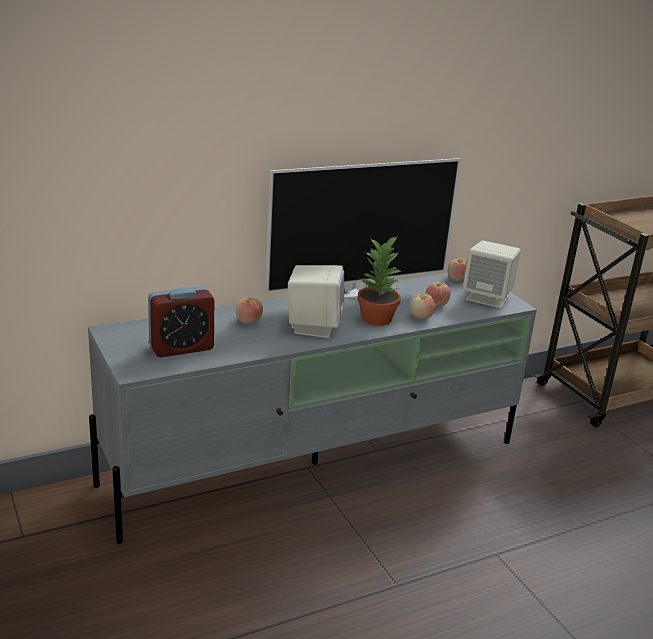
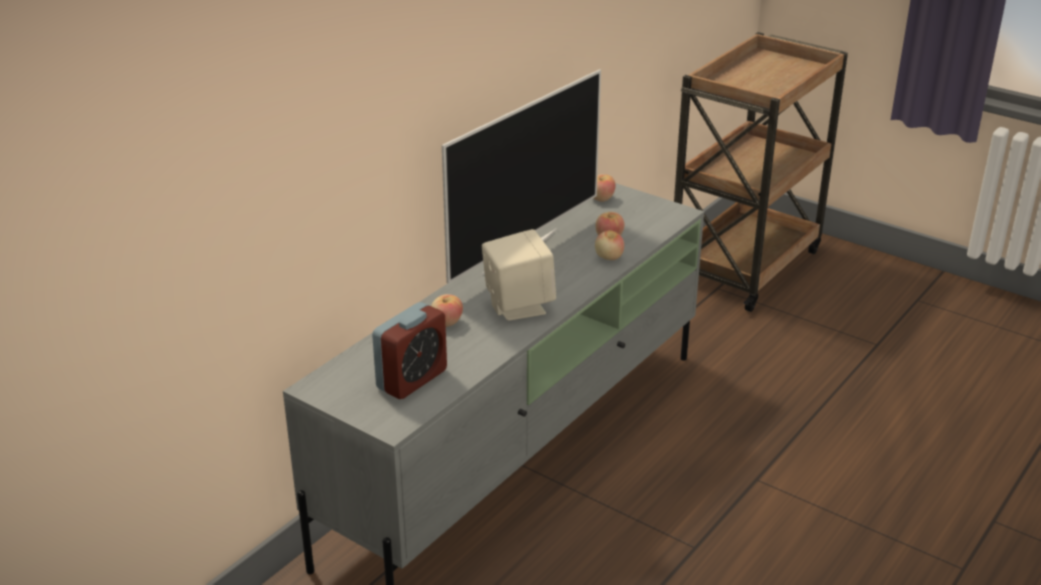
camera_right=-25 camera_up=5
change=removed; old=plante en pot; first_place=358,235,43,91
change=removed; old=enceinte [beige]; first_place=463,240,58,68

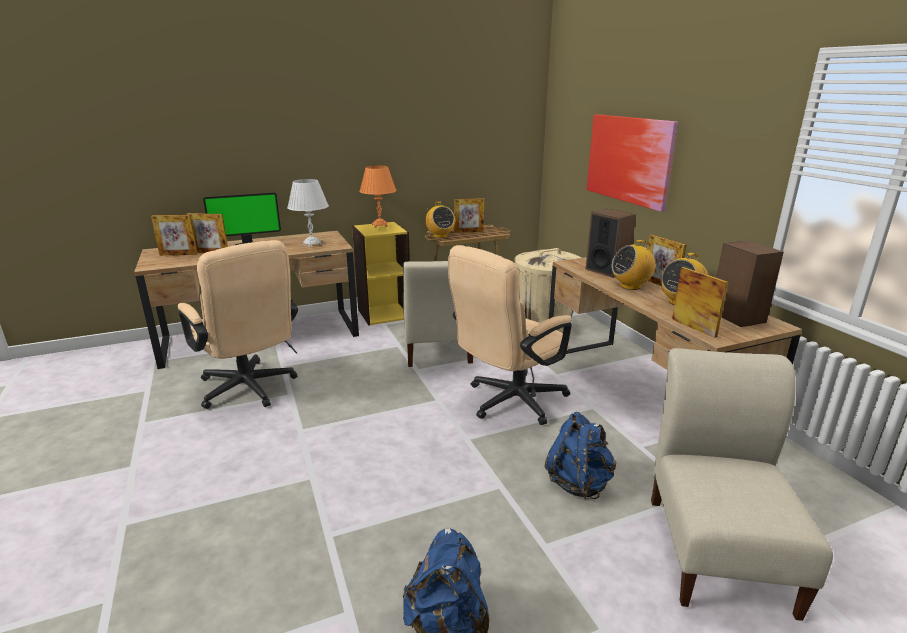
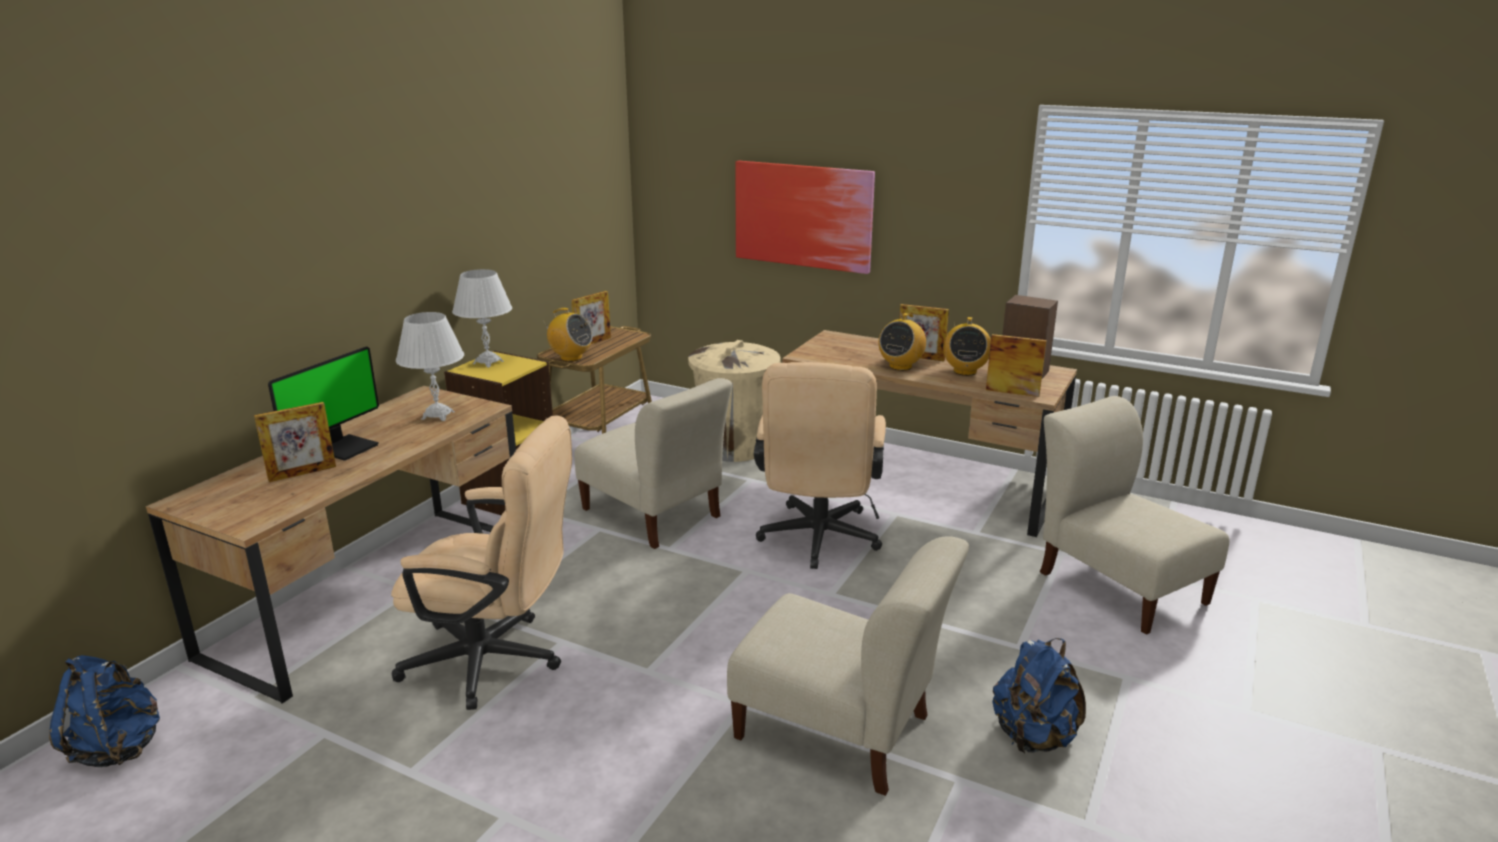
camera_right=-40 camera_up=0
change=moved; old=sac à dos [bleu]; first_place=545,412,71,87; second_place=49,655,111,112
change=recoloured; old=lampe de table [orange]; new=lampe de table [blanc]; first_place=359,166,38,62; second_place=452,269,61,99
change=added; new=chaise [beige]; second_place=727,536,242,260
change=removed; old=cadre photo; first_place=151,215,46,41
change=removed; old=enceinte; first_place=585,209,51,69

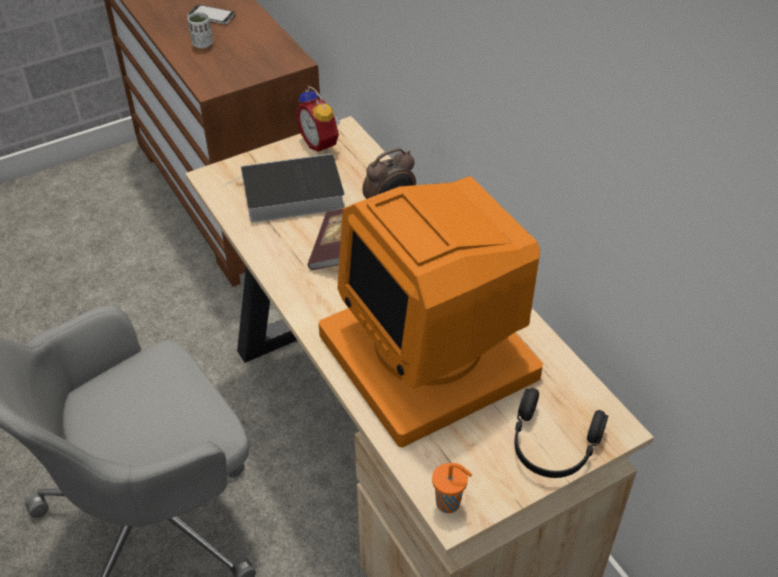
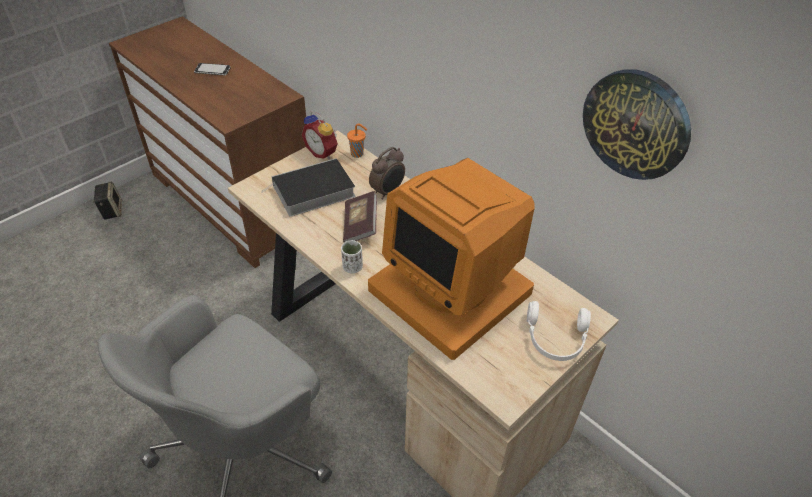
camera_right=-15 camera_up=0
change=added; new=enceinte; second_place=93,182,29,38
change=moved; old=tasse [blanc]; first_place=188,12,25,37; second_place=341,240,22,33
change=moved; old=tasse [orange]; first_place=432,463,40,50; second_place=347,124,20,34
change=recoloured; old=casque audio [noir]; new=casque audio [blanc]; first_place=514,388,94,90; second_place=527,301,64,60
change=added; new=horloge murale; second_place=583,69,108,111

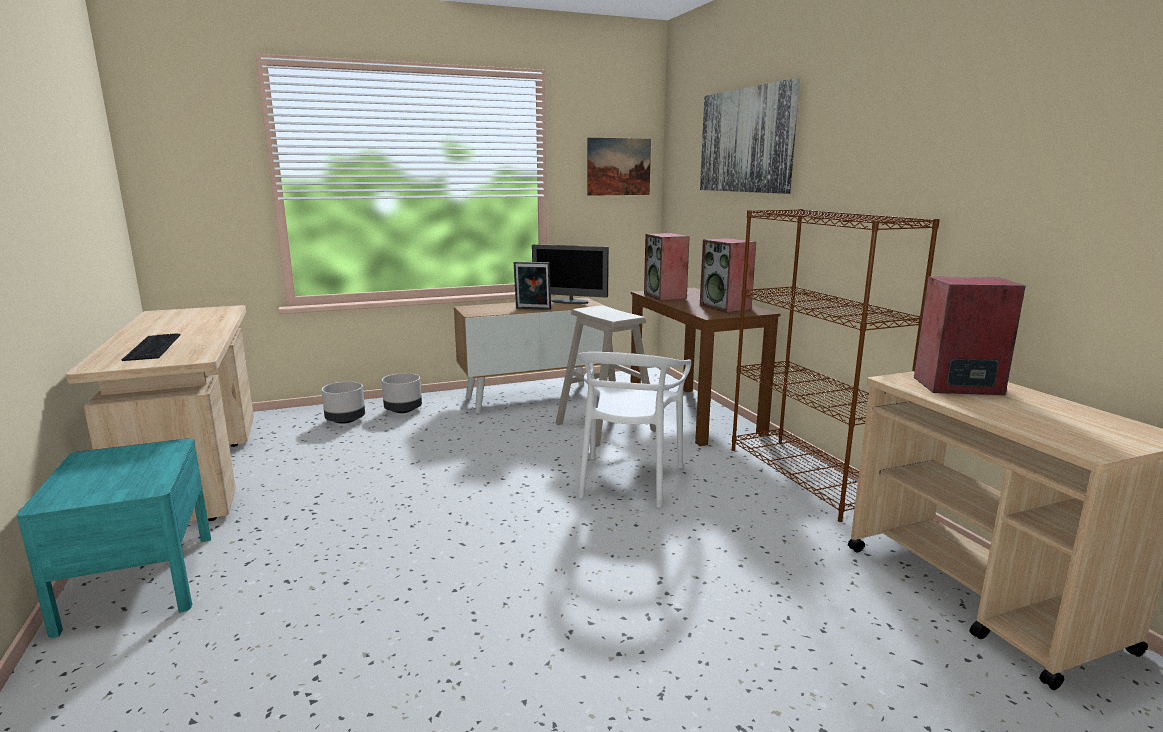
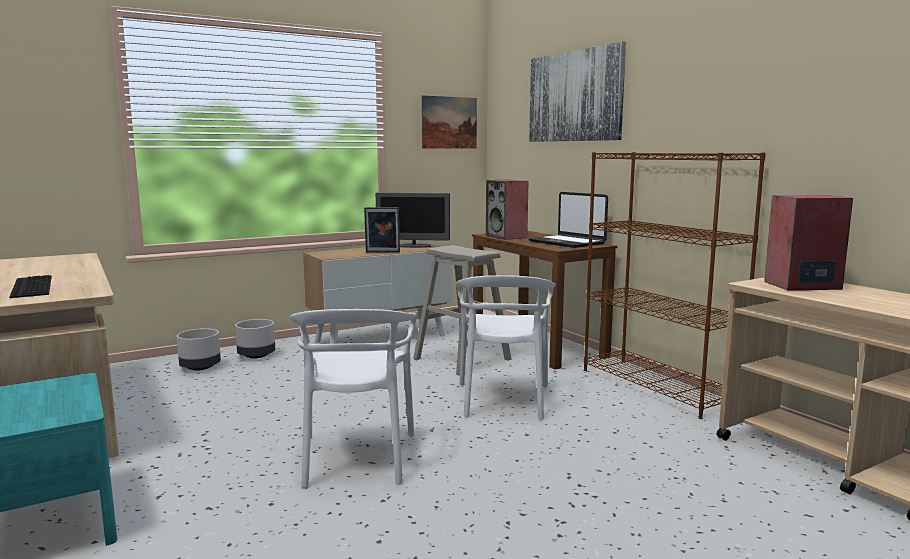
camera_right=-10 camera_up=-5
change=added; new=chaise [blanc]; second_place=290,309,127,179
change=replaced; old=enceinte; new=ordinateur portable; first_place=700,238,56,75; second_place=529,192,79,56

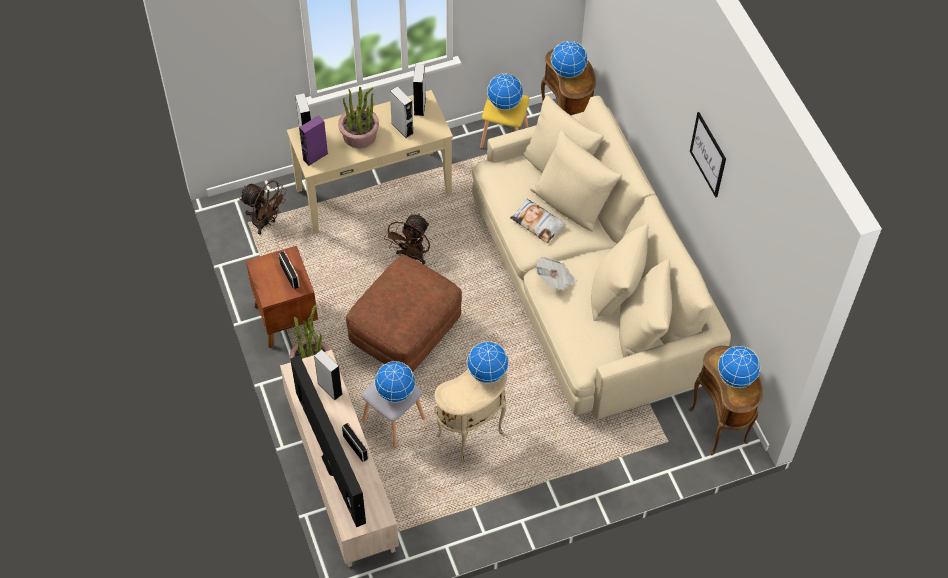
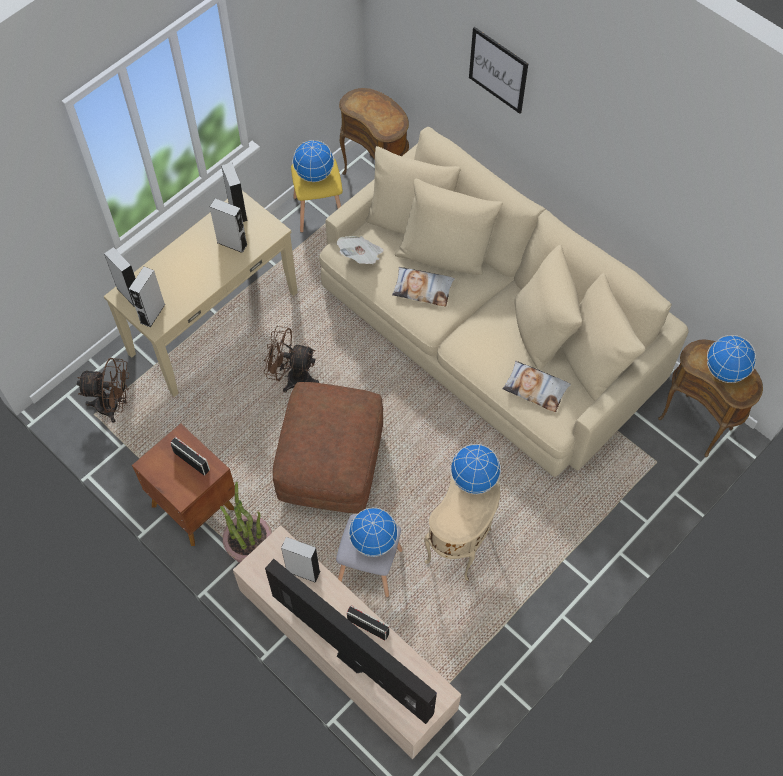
camera_right=-25 camera_up=5
change=recoloured; old=enceinte [violet]; new=enceinte [gris]; first_place=299,115,29,51; second_place=129,266,36,62
change=turned; old=ventilateur [marron]; first_place=384,213,46,51; second_place=264,326,55,67; degrees=105
change=moved; old=journal; first_place=535,257,42,33; second_place=337,236,47,28
change=moved; old=tableau; first_place=690,112,36,85; second_place=469,27,59,87
change=added; new=coussin; second_place=503,361,68,51
change=removed; old=plante en pot; first_place=338,87,41,61
change=removed; old=globe; first_place=551,41,37,37

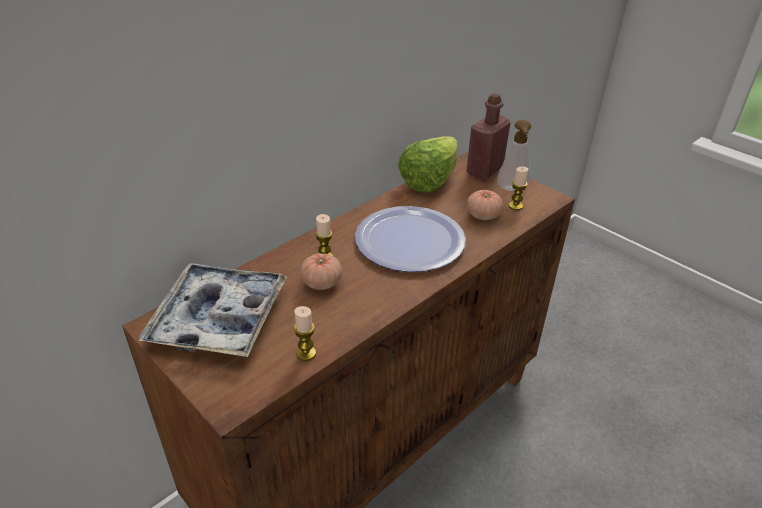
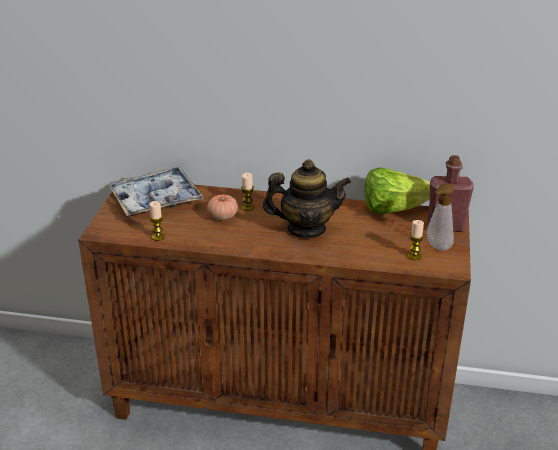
camera_right=55 camera_up=-5
change=replaced; old=assiette; new=théière; first_place=355,206,111,66; second_place=263,159,88,79
change=removed; old=tomate; first_place=467,190,36,30

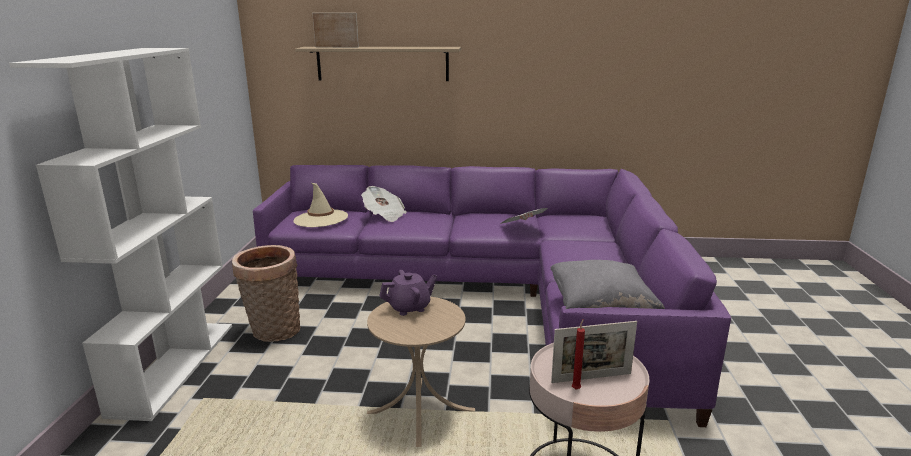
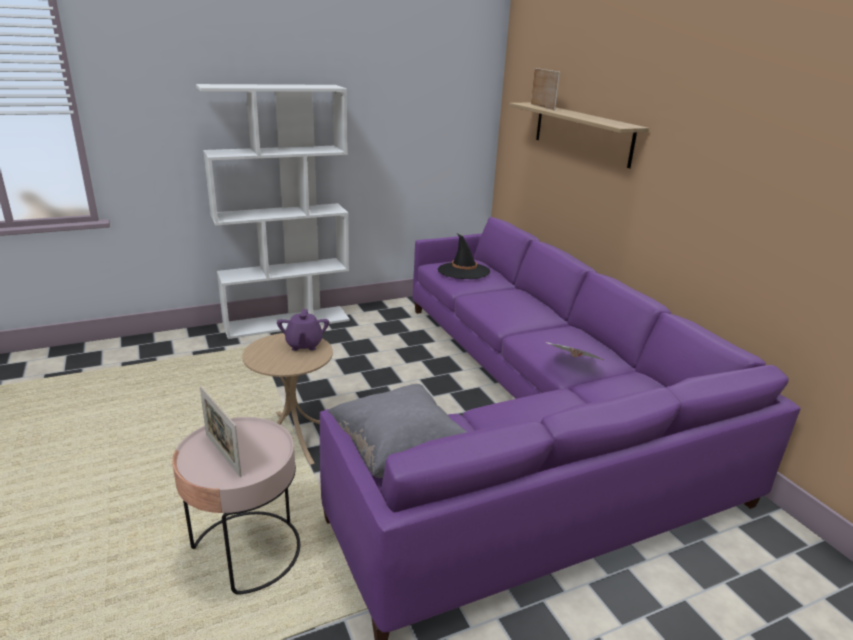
camera_right=60 camera_up=5
change=turned; old=théière [violet]; first_place=379,270,58,46; second_place=277,309,52,42; degrees=45
change=recoloured; old=chapeau [beige]; new=chapeau [noir]; first_place=293,183,55,44; second_place=438,233,52,46
change=removed; old=panier; first_place=232,245,69,97
change=removed; old=journal; first_place=361,186,46,36
change=removed; old=bougie [rouge]; first_place=572,319,13,71

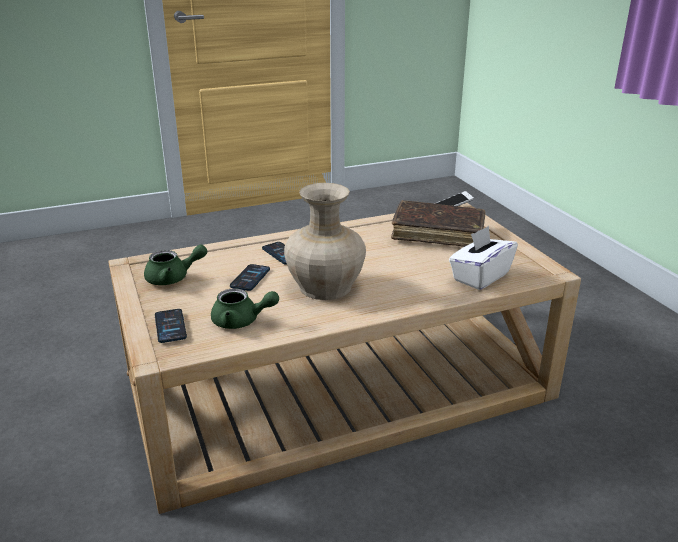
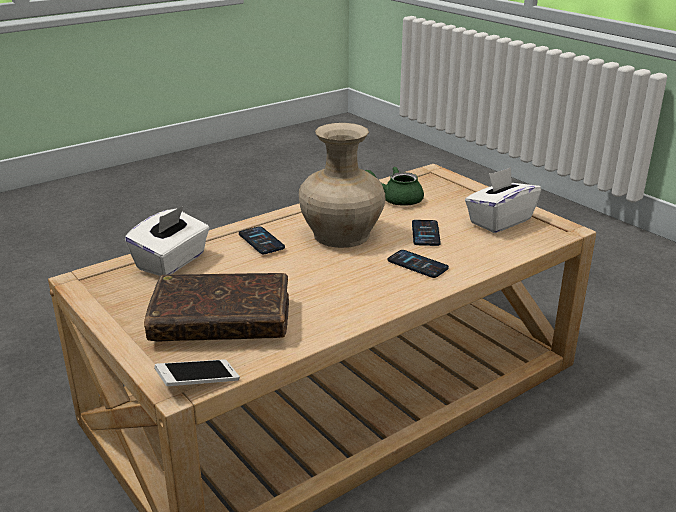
camera_right=165 camera_up=0
change=moved; old=téléphone; first_place=155,309,32,34; second_place=239,226,46,28
change=replaced; old=théière [vert]; new=boîte à mouchoirs [blanc]; first_place=144,244,64,41; second_place=465,167,76,66

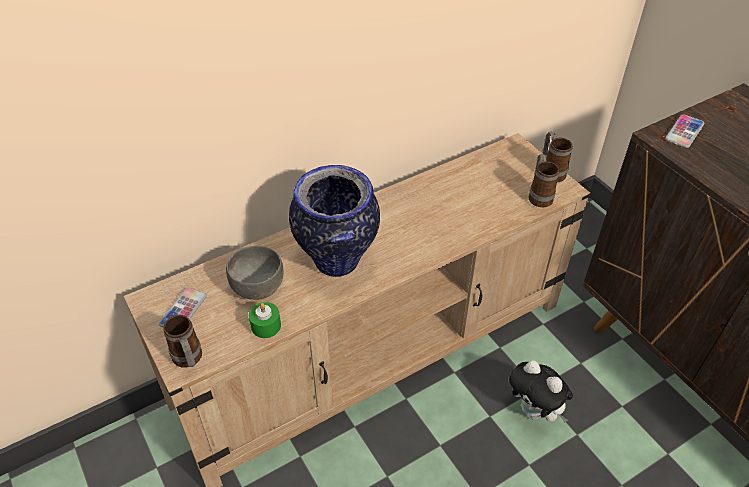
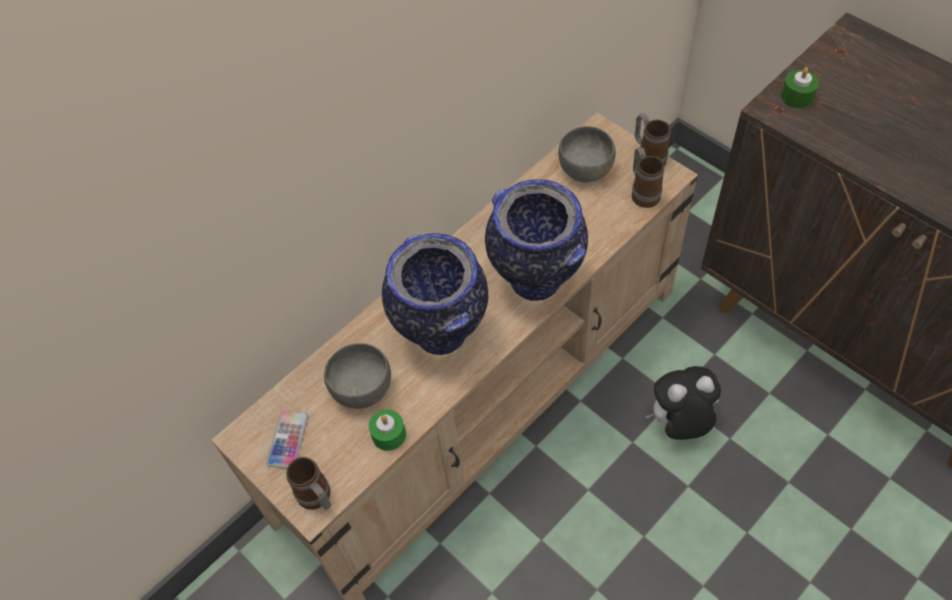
camera_right=-10 camera_up=10
change=added; new=vase; second_place=485,179,103,122
change=added; new=bol [gris]; second_place=558,126,58,56
change=turned; old=peluche; first_place=509,360,64,63; second_place=645,366,76,74; degrees=135
change=replaced; old=téléphone; new=bougie [vert]; first_place=665,114,39,34; second_place=781,67,38,41

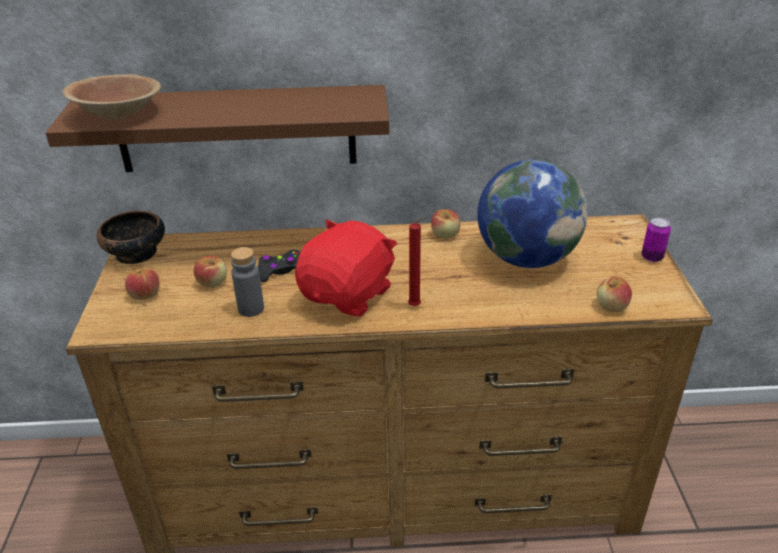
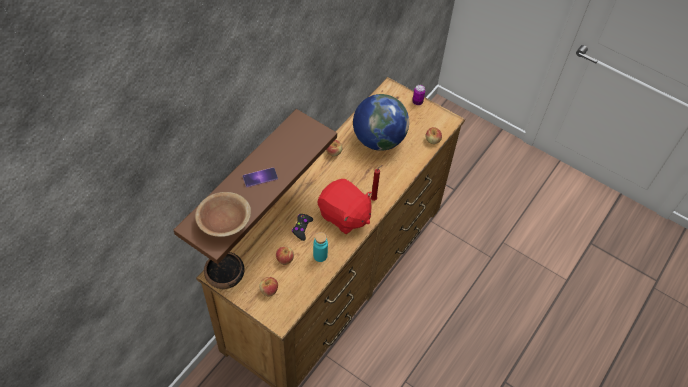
camera_right=-55 camera_up=20
change=added; new=téléphone; second_place=243,167,35,20
change=recoloured; old=bouteille [gris]; new=bouteille [turquoise]; first_place=231,247,33,70; second_place=313,232,15,30
change=turned; old=peluche [rouge]; first_place=295,219,102,98; second_place=318,179,54,55; degrees=150

